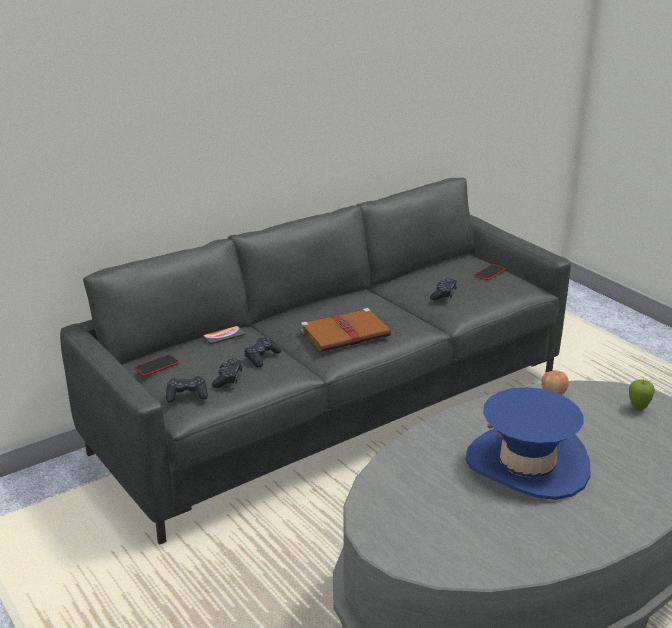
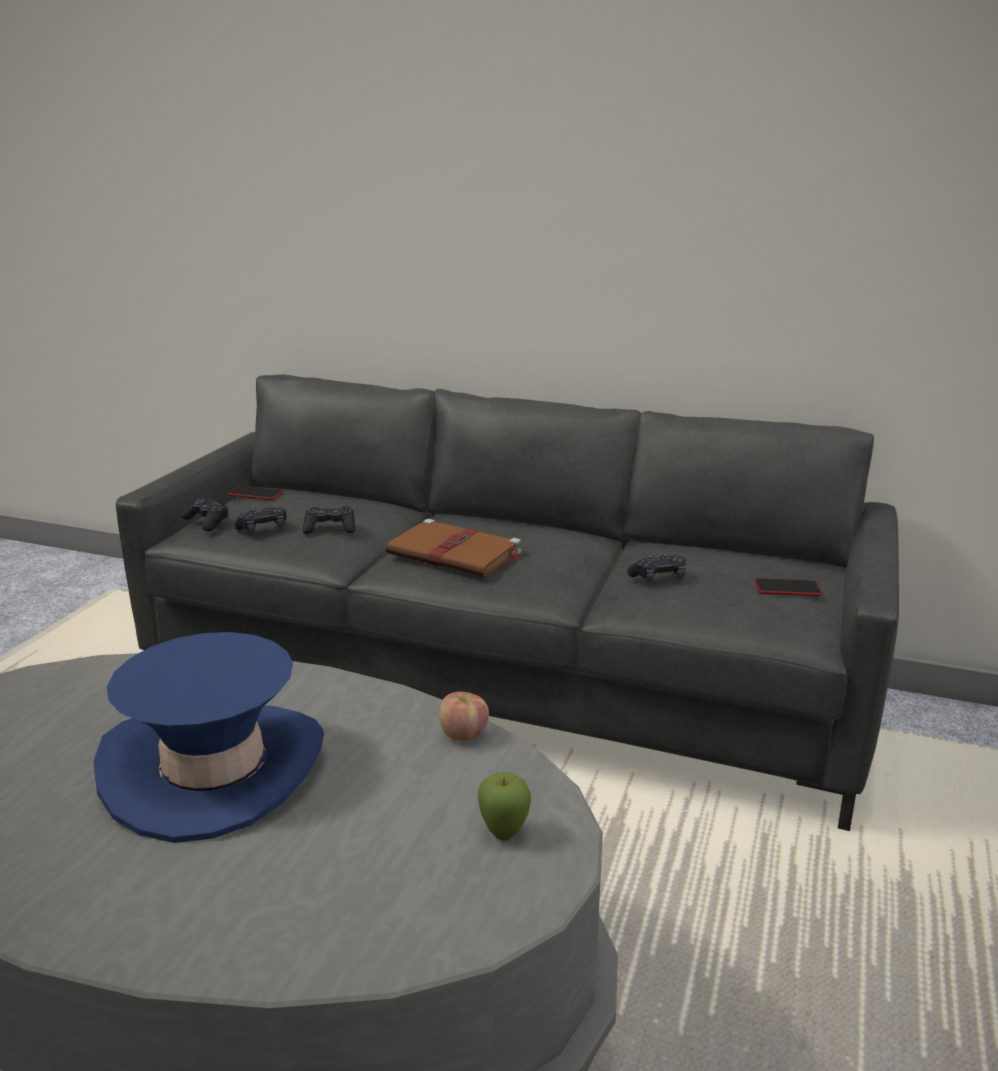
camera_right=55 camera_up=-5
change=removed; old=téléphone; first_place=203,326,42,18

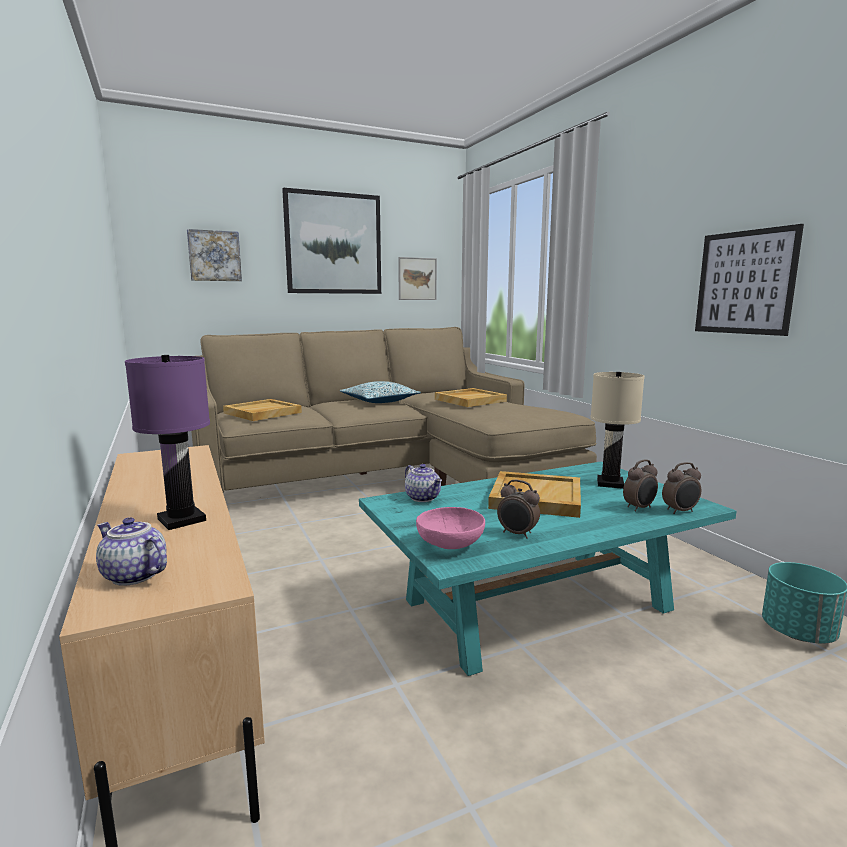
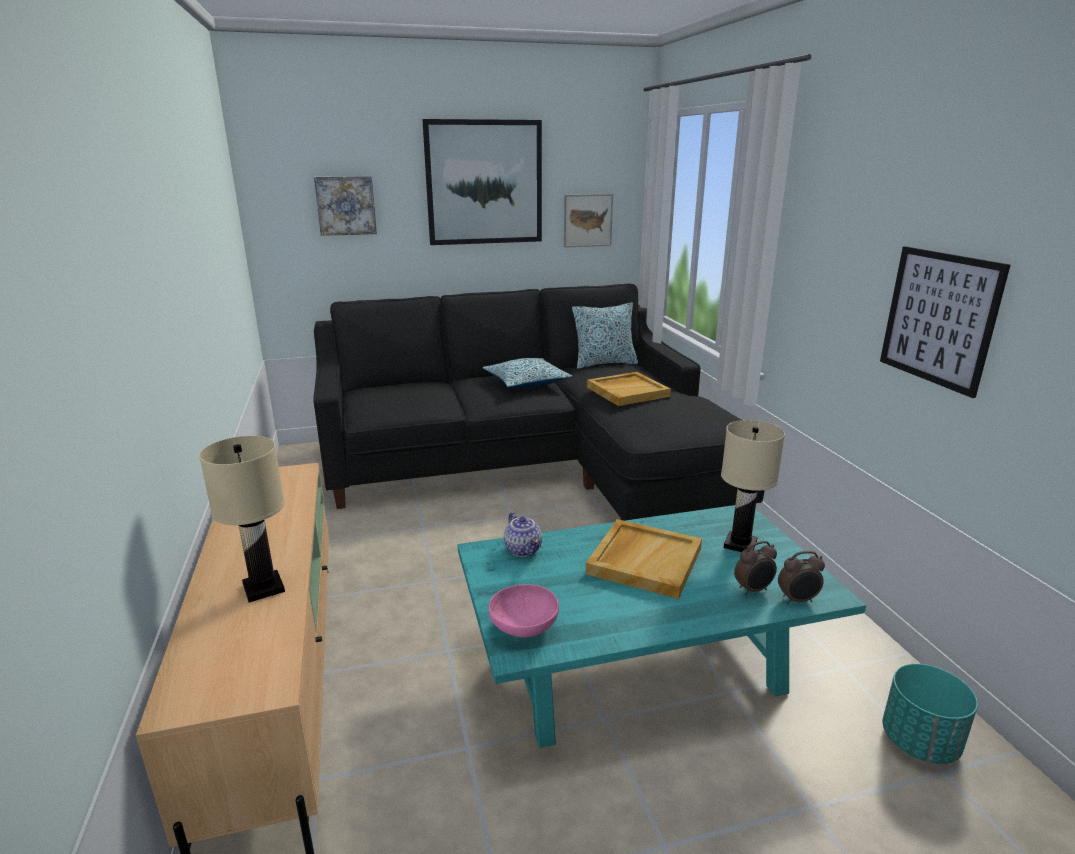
camera_right=10 camera_up=10
change=recoloured; old=lampe de table [violet]; new=lampe de table [beige]; first_place=125,355,85,175; second_place=199,436,86,167
change=recoloured; old=canapé [beige]; new=canapé [noir]; first_place=191,327,406,165; second_place=313,284,452,237
change=added; new=coussin; second_place=572,302,66,67
change=removed; old=théière; first_place=96,517,71,69
change=removed; old=plateau [beige]; first_place=223,399,79,22
change=removed; old=réveil; first_place=497,479,43,60

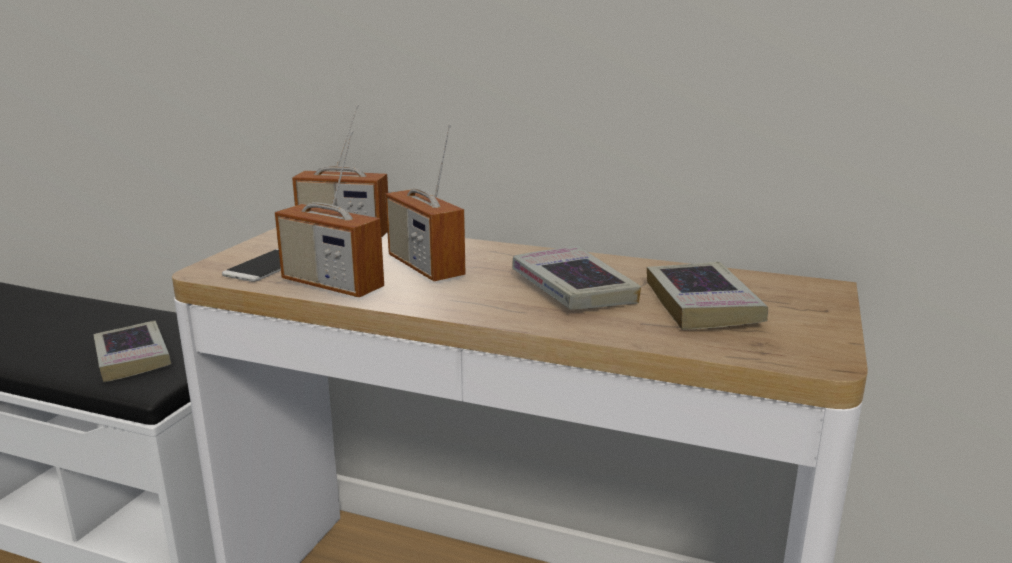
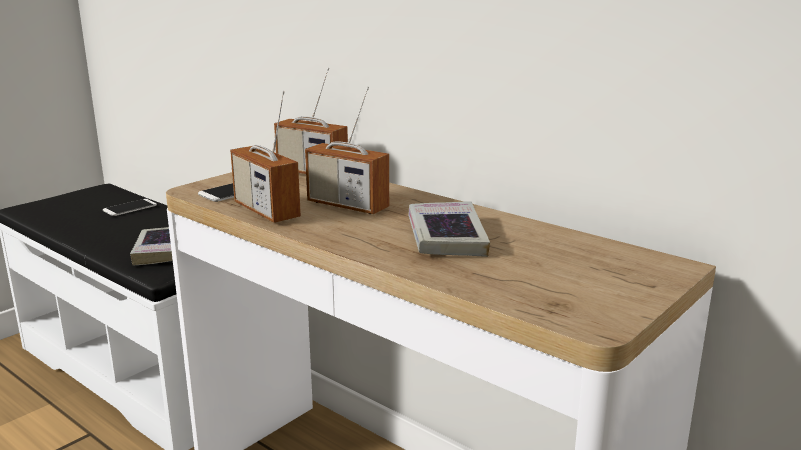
camera_right=20 camera_up=0
change=added; new=téléphone; second_place=103,199,54,17
change=turned; old=radio; first_place=385,124,80,157; second_place=305,86,84,128; degrees=-45
change=removed; old=livre; first_place=647,262,121,68

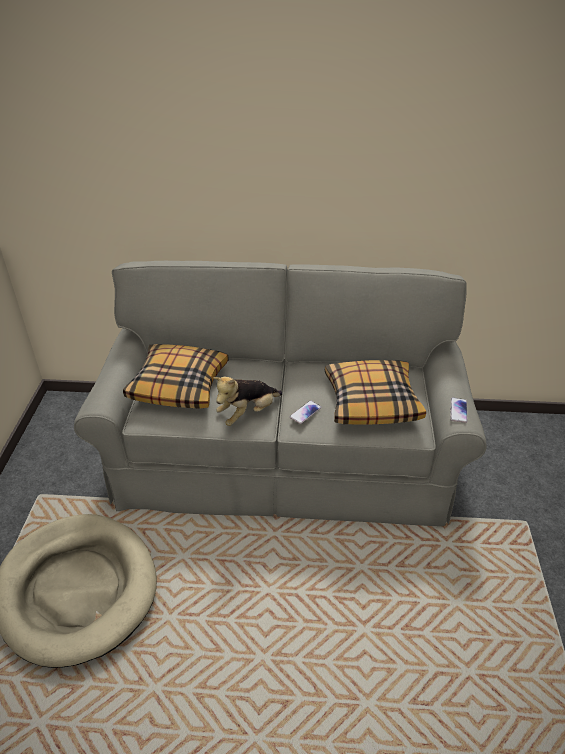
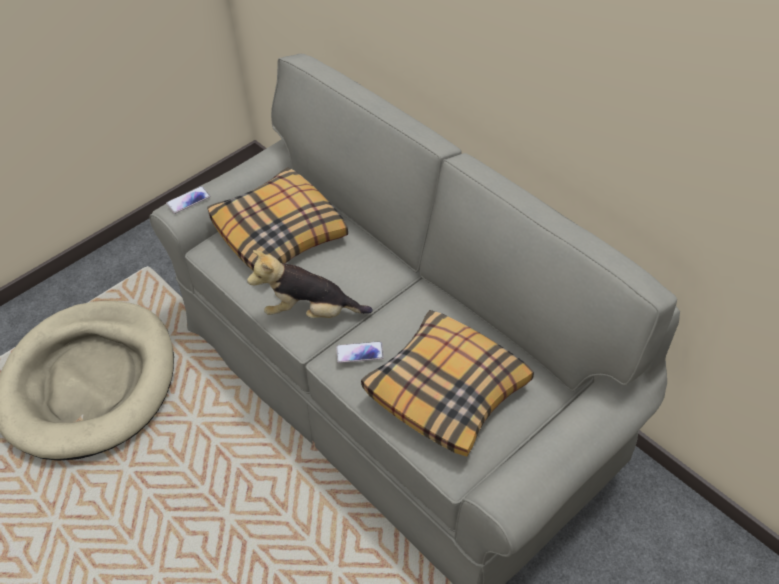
camera_right=45 camera_up=10
change=moved; old=téléphone; first_place=450,398,17,25; second_place=166,186,44,28

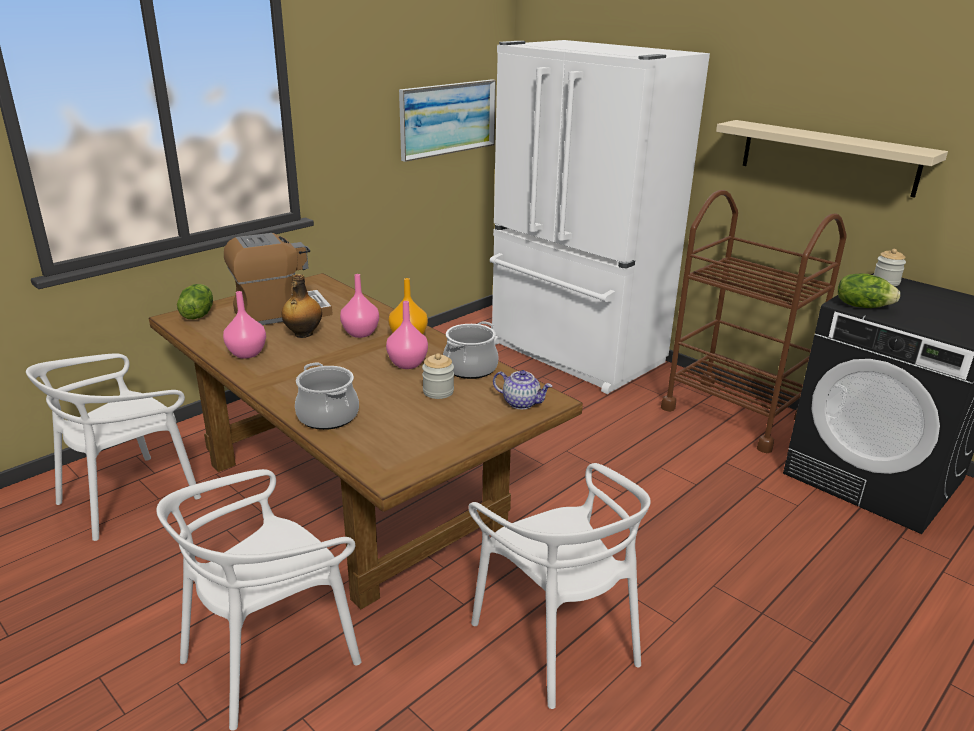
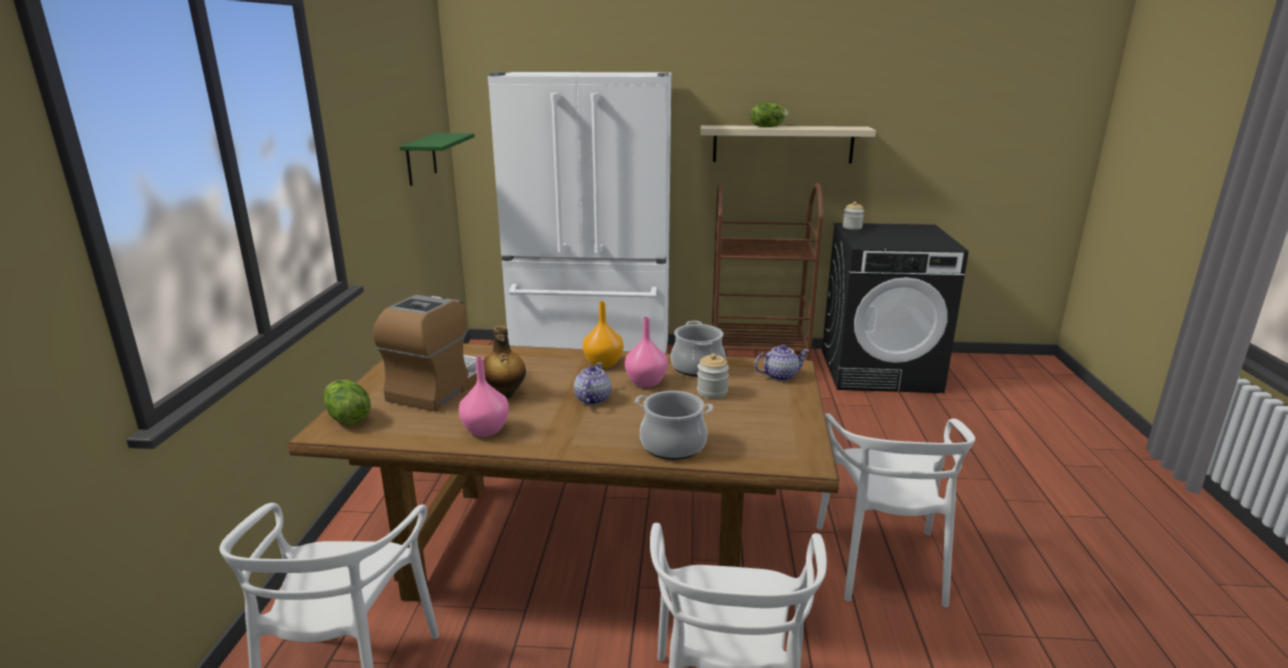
camera_right=-40 camera_up=-5
change=replaced; old=tableau; new=étagère [vert]; first_place=399,79,97,83; second_place=400,133,75,53
change=added; new=théière; second_place=574,363,37,42
change=moved; old=laitue; first_place=838,273,62,35; second_place=750,102,39,25
change=turned; old=chaise [blanc]; first_place=468,463,183,246; second_place=816,413,159,195; degrees=75
change=removed; old=vase [rose]; first_place=340,274,39,64

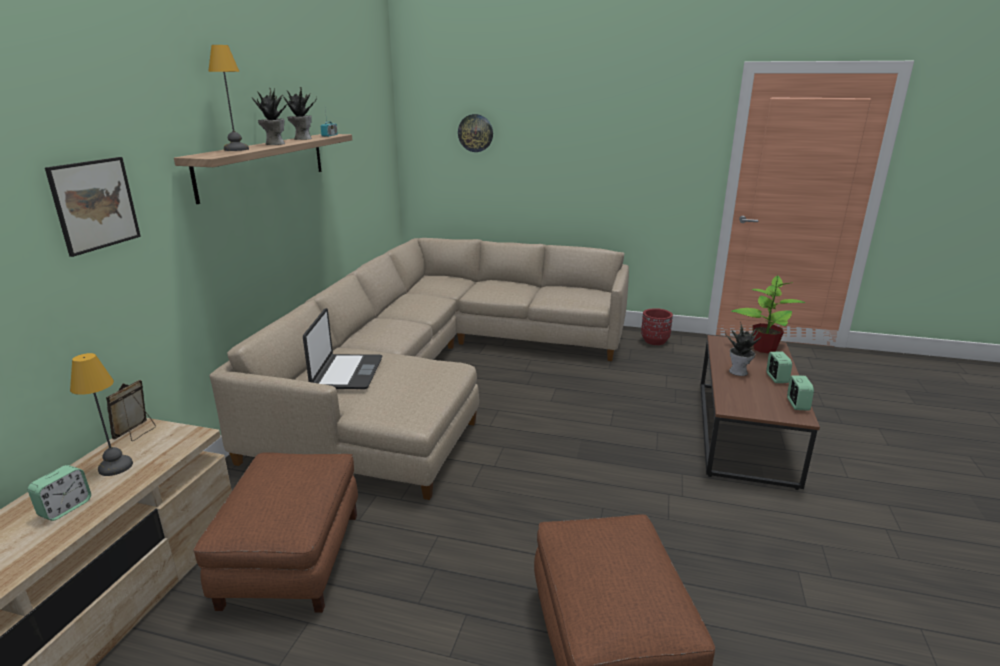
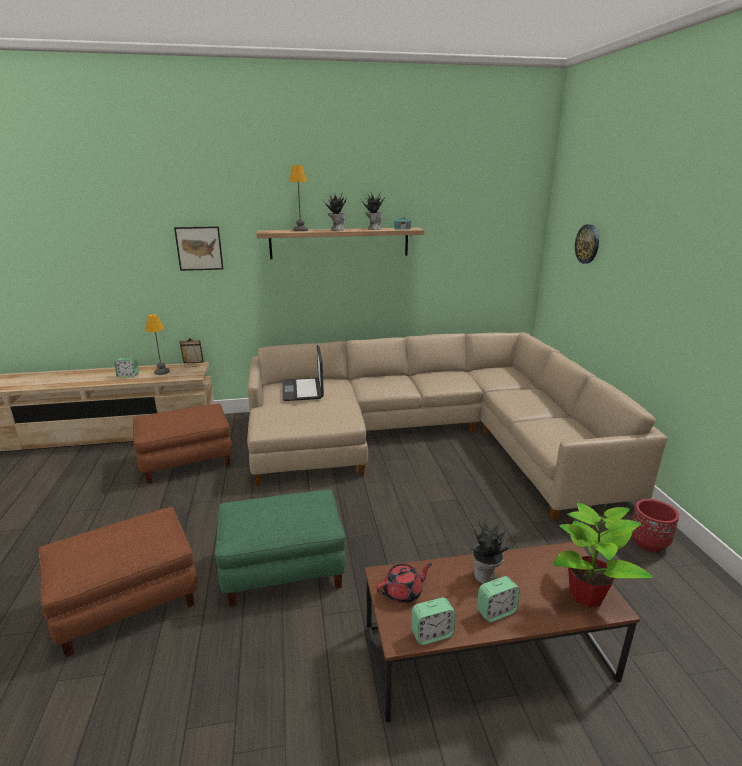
camera_right=65 camera_up=0
change=added; new=pouf [vert]; second_place=215,489,131,118
change=turned; old=ordinateur portable; first_place=303,308,80,81; second_place=282,345,42,56; degrees=105
change=added; new=théière [rouge]; second_place=376,563,56,40

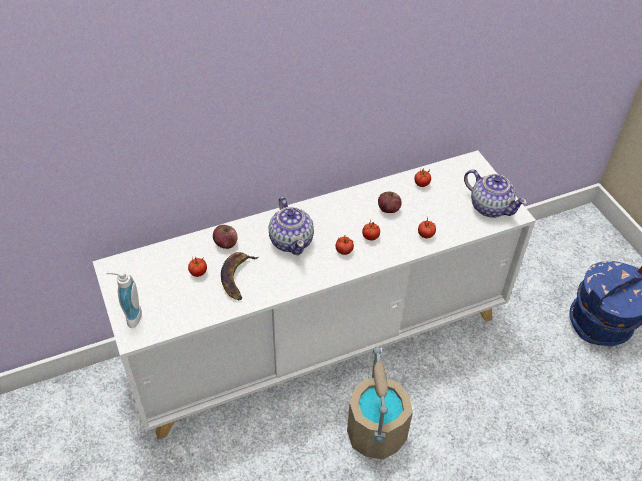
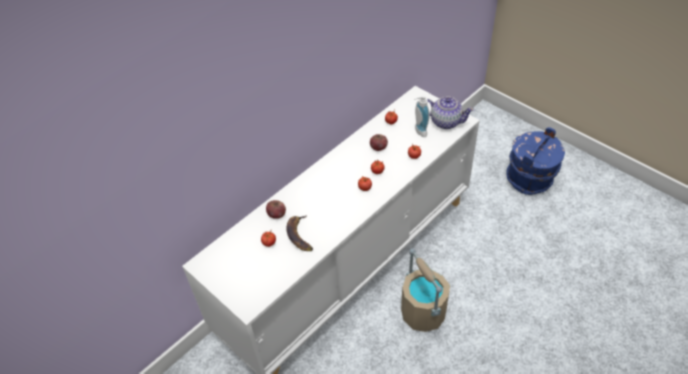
camera_right=-20 camera_up=0
change=moved; old=distributeur de savon; first_place=106,270,36,58; second_place=414,95,16,42
change=removed; old=théière; first_place=269,197,45,58

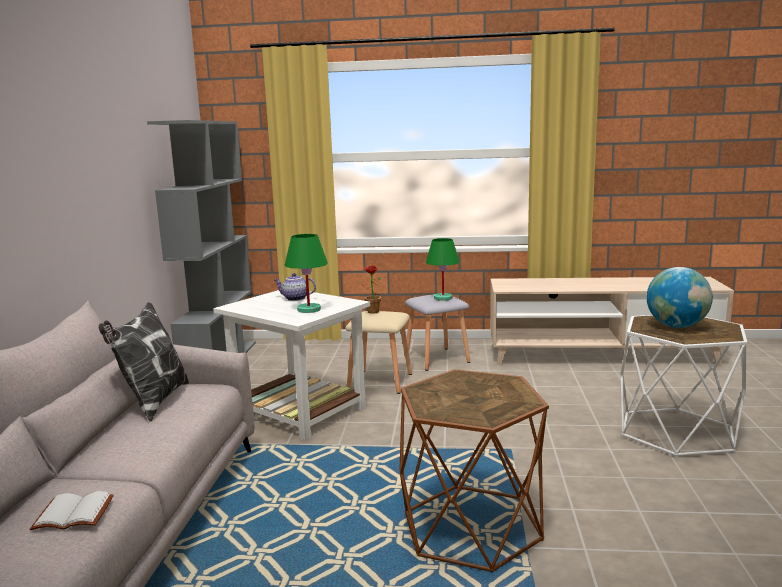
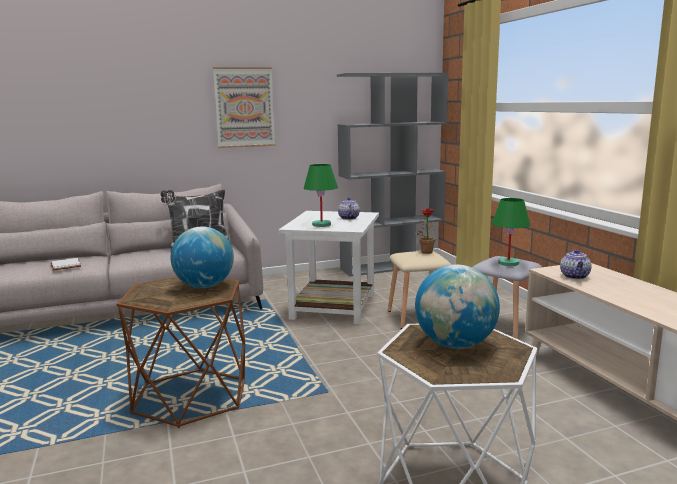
camera_right=65 camera_up=0
change=added; new=globe; second_place=171,226,63,62
change=added; new=tableau; second_place=213,67,62,81
change=added; new=théière; second_place=560,249,32,30

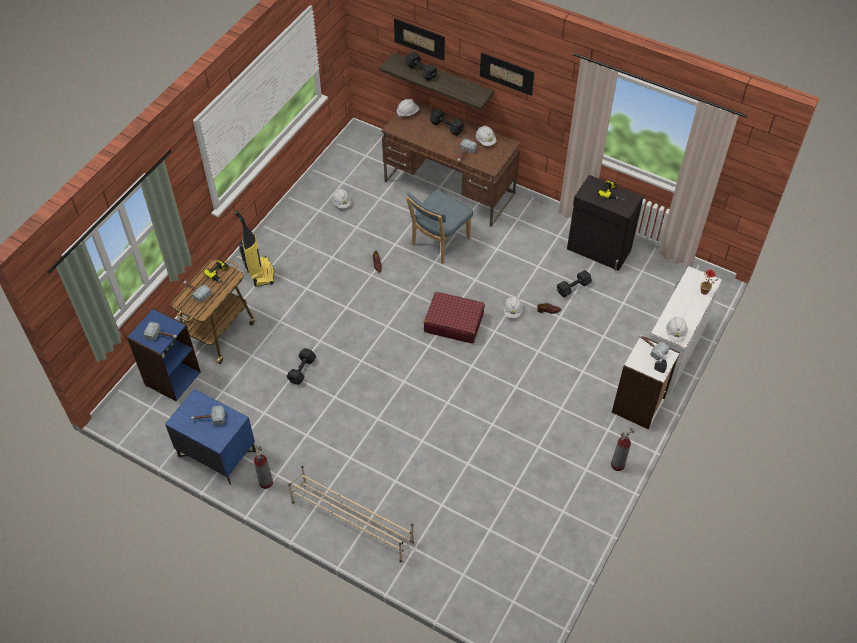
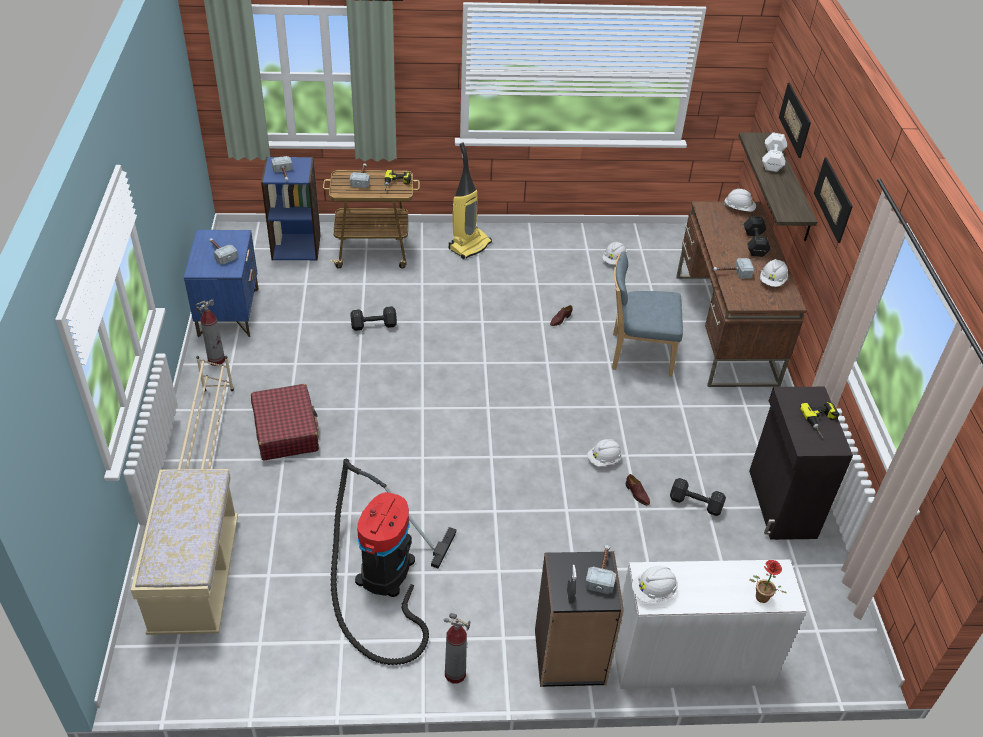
camera_right=55 camera_up=-10
change=added; new=banc [beige]; second_place=131,469,107,166
change=moved; old=valise [rouge]; first_place=424,292,61,52; second_place=251,384,68,76
change=added; new=aspirateur; second_place=331,458,125,207
change=recoloured; old=bibliothèque [blanc]; new=bibliothèque [noir]; first_place=612,336,68,94; second_place=535,551,89,136
change=recoloured; old=haltère [noir]; new=haltère [blanc]; first_place=405,52,32,29; second_place=762,133,25,39

